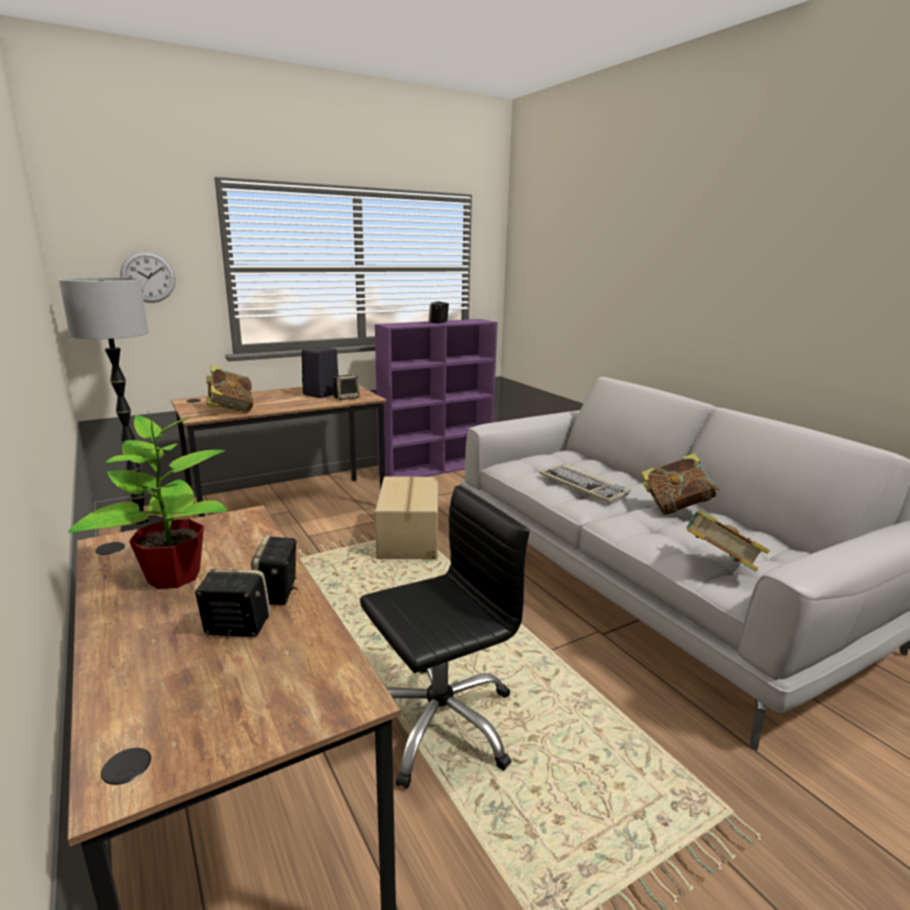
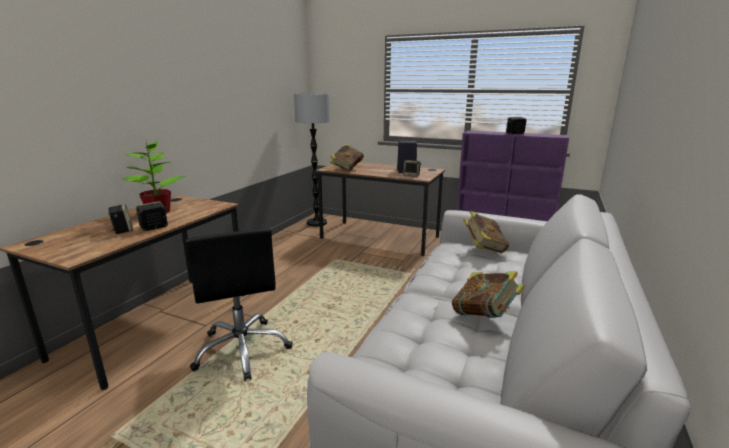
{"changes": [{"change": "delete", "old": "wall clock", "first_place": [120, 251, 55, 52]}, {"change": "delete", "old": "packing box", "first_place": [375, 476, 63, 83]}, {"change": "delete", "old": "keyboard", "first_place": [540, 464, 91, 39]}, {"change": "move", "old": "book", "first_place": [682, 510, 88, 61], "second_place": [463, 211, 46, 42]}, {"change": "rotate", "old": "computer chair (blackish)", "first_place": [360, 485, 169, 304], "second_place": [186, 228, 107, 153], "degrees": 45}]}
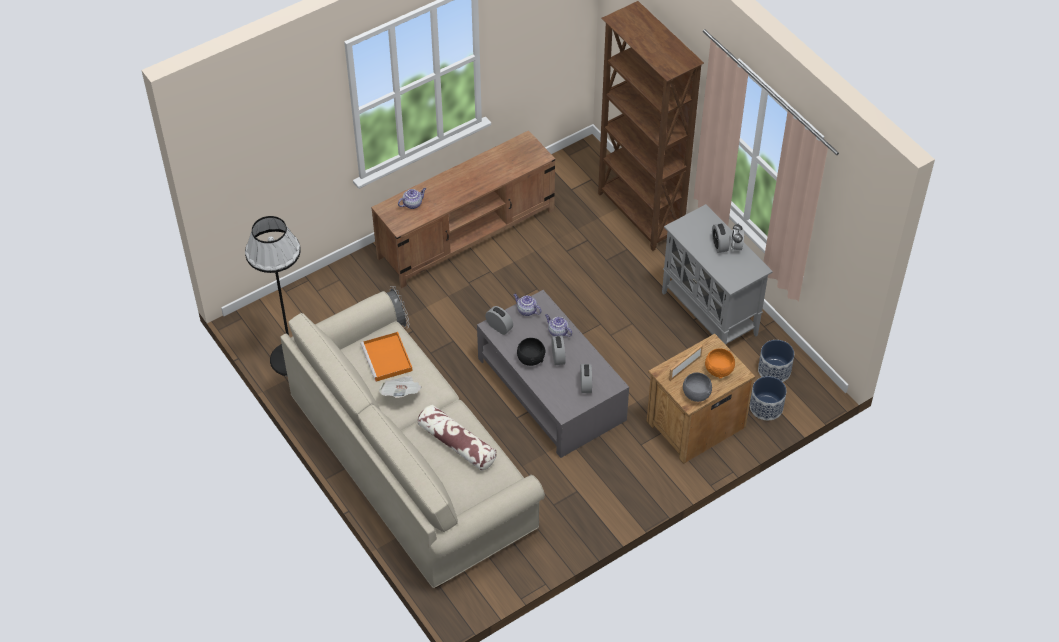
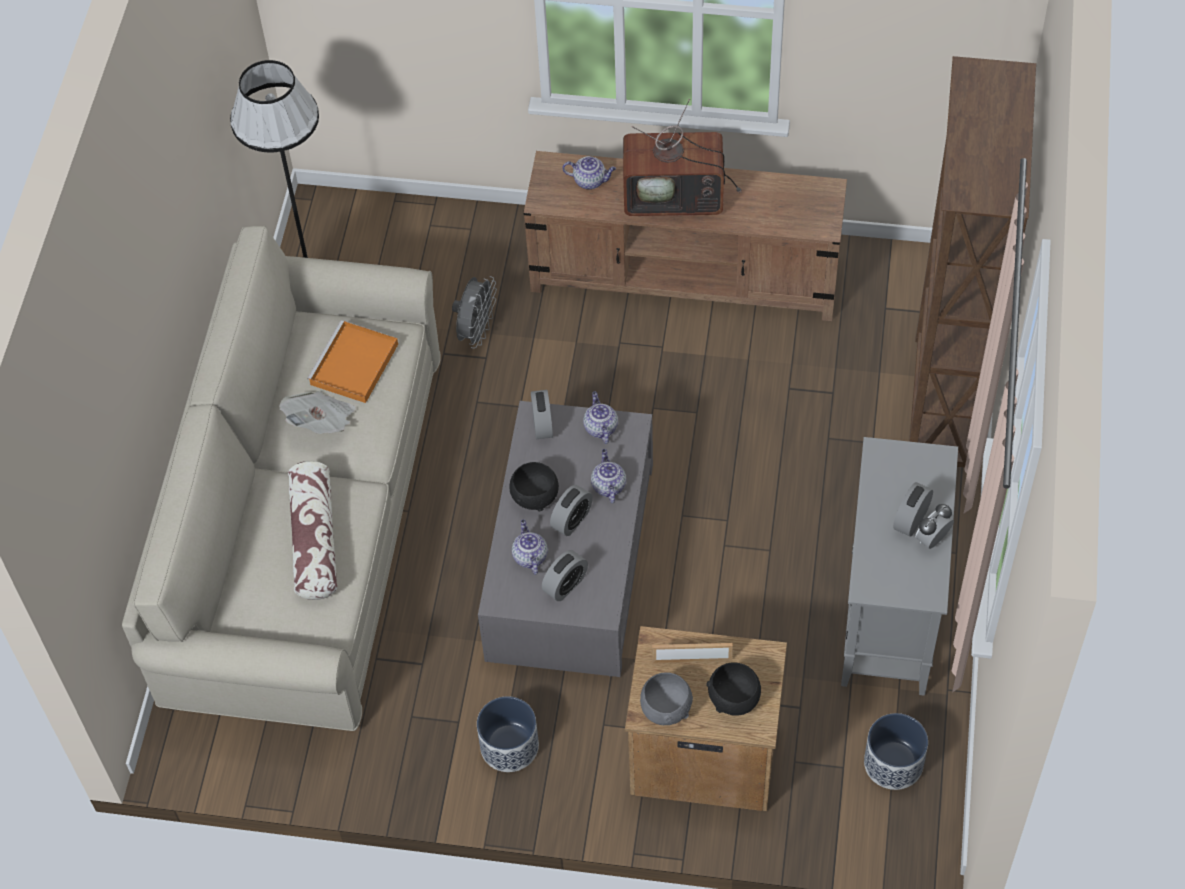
{"changes": [{"change": "insert", "new": "tea pot", "second_place": [512, 519, 36, 56]}, {"change": "insert", "new": "TV set", "second_place": [623, 99, 119, 117]}, {"change": "move", "old": "planter", "first_place": [750, 376, 37, 44], "second_place": [477, 696, 62, 76]}, {"change": "recolor", "old": "deep dish (orangey)", "new": "deep dish (blackish)", "first_place": [705, 348, 30, 31], "second_place": [706, 662, 55, 54]}]}
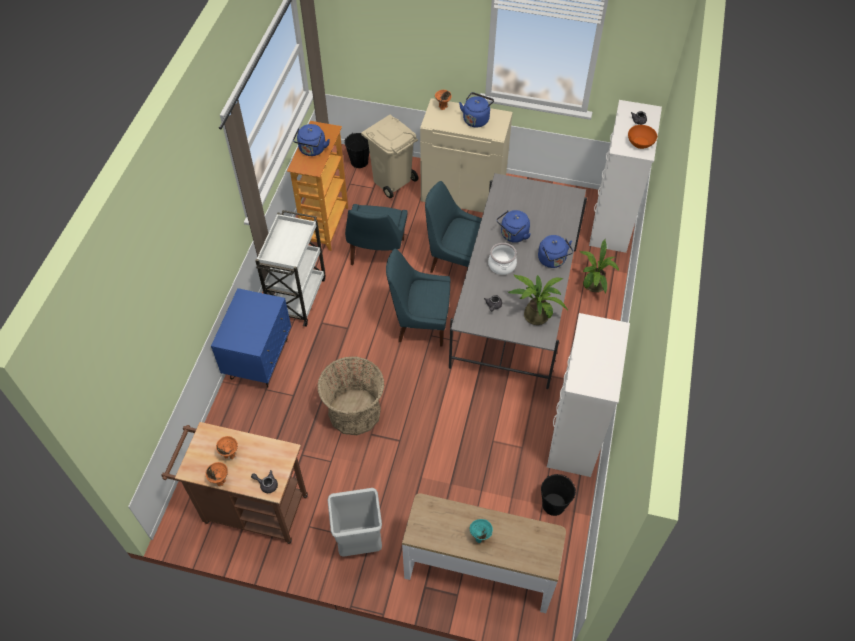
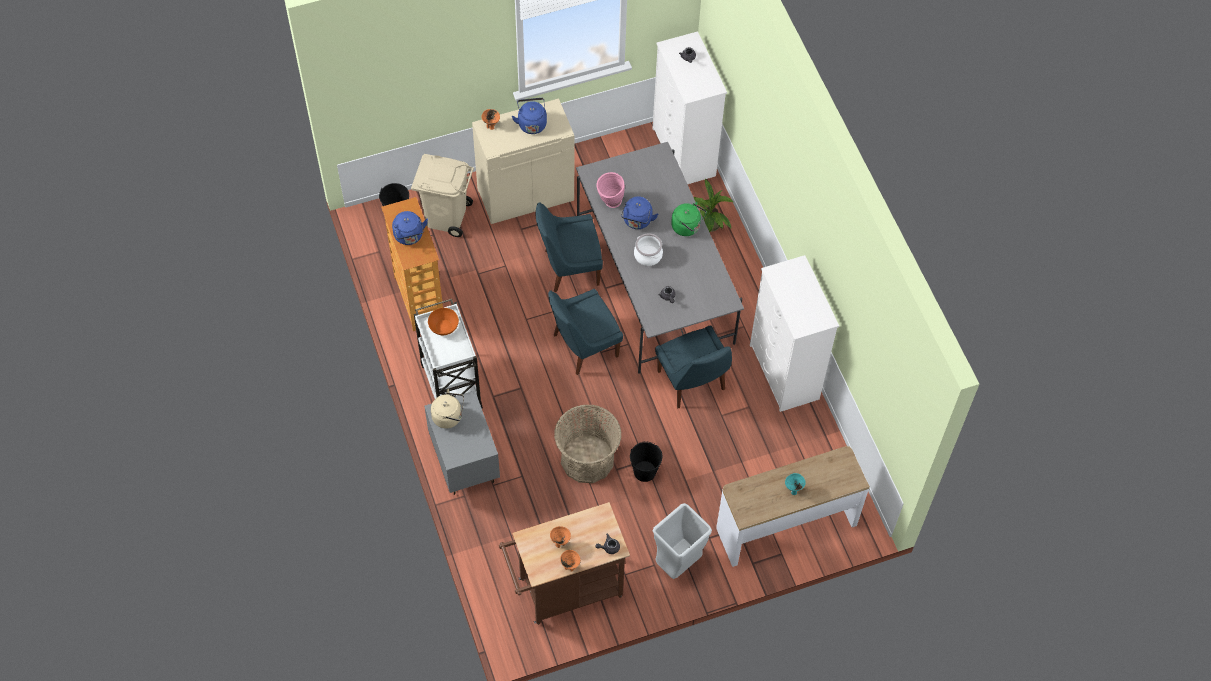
{"changes": [{"change": "delete", "old": "potted plant", "first_place": [508, 275, 60, 50]}, {"change": "insert", "new": "water kettle (beige-coloured)", "second_place": [431, 389, 33, 40]}, {"change": "insert", "new": "decorative vase (pink-coloured)", "second_place": [596, 172, 29, 36]}, {"change": "move", "old": "upright chair (bluish)", "first_place": [345, 204, 63, 62], "second_place": [655, 326, 77, 82]}, {"change": "move", "old": "water bucket (blackish)", "first_place": [541, 474, 35, 42], "second_place": [630, 442, 32, 40]}, {"change": "move", "old": "deep dish (orangey)", "first_place": [628, 125, 29, 24], "second_place": [428, 308, 31, 27]}, {"change": "recolor", "old": "nightstand (bluish)", "new": "nightstand (greyish)", "first_place": [211, 288, 80, 99], "second_place": [424, 391, 76, 104]}, {"change": "recolor", "old": "water kettle (bluish)", "new": "water kettle (green)", "first_place": [538, 235, 35, 33], "second_place": [671, 202, 36, 34]}]}
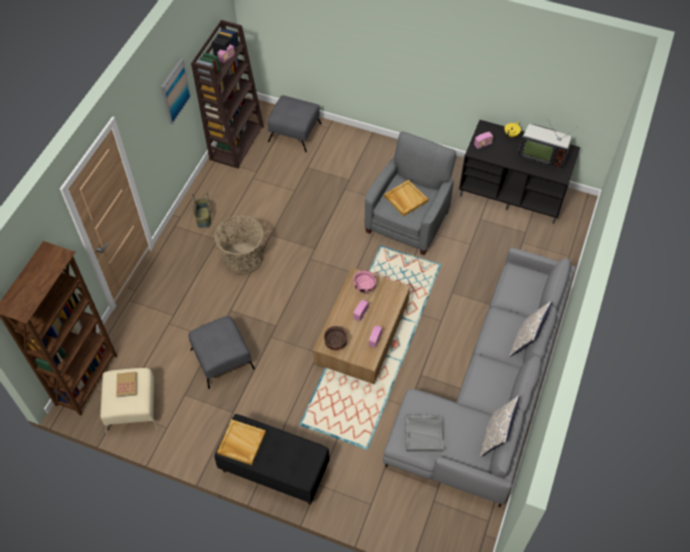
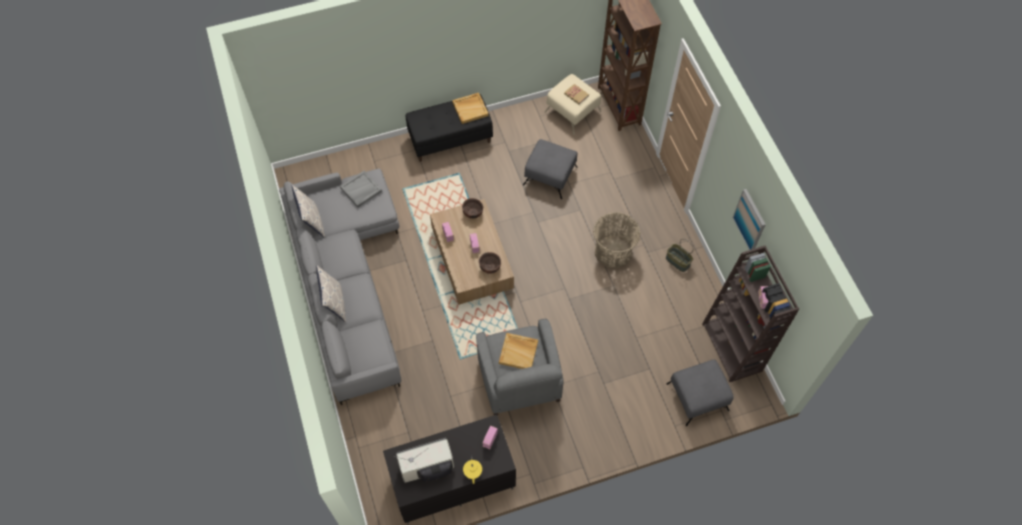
{"changes": [{"change": "recolor", "old": "deep dish (pink-coloured)", "new": "deep dish (brown-coloured)", "first_place": [353, 270, 23, 23], "second_place": [479, 252, 22, 22]}]}
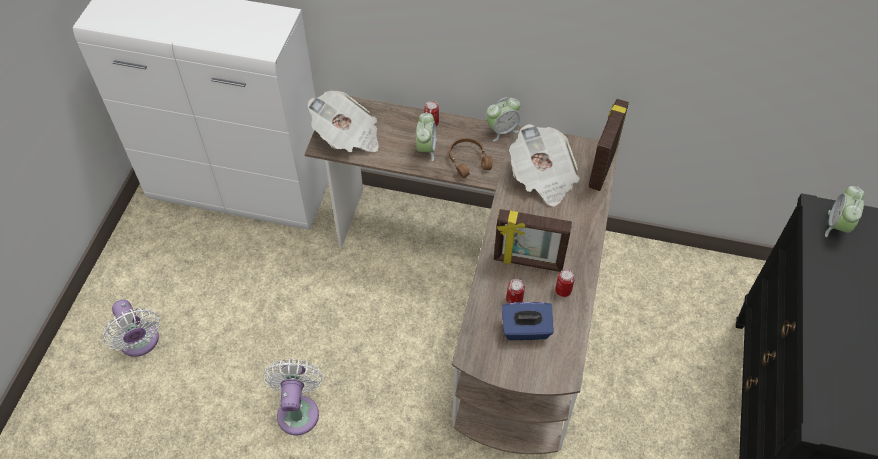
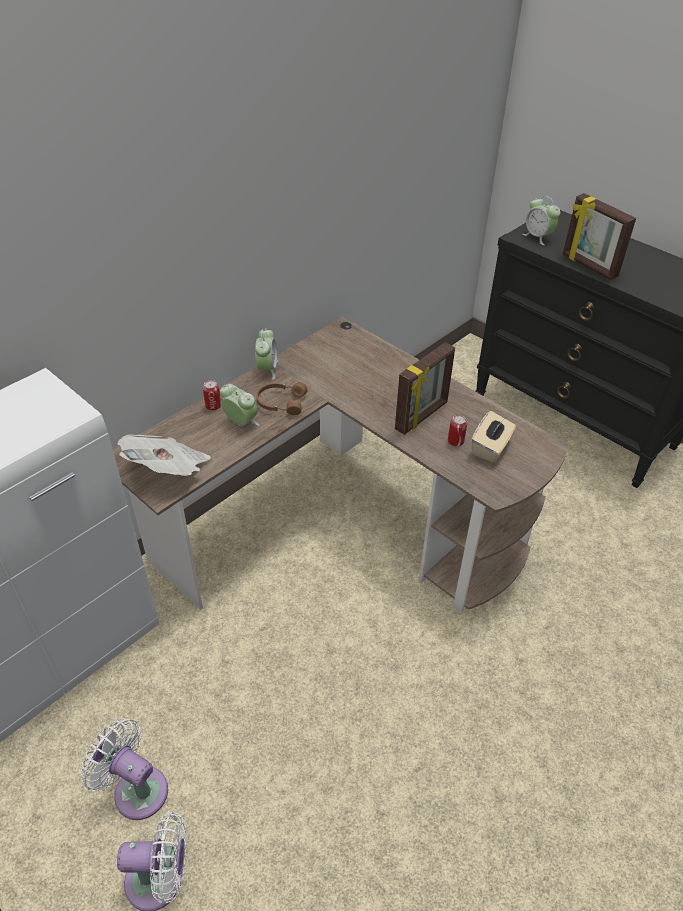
{"changes": [{"change": "delete", "old": "printed paper", "first_place": [509, 124, 71, 82]}, {"change": "delete", "old": "metal can", "first_place": [555, 269, 20, 28]}, {"change": "move", "old": "electric fan (white)", "first_place": [264, 359, 58, 76], "second_place": [81, 718, 87, 102]}, {"change": "move", "old": "standing frame", "first_place": [589, 99, 40, 92], "second_place": [563, 193, 73, 87]}, {"change": "recolor", "old": "tissue holder (bluish)", "new": "tissue holder (beige-coloured)", "first_place": [502, 302, 52, 38], "second_place": [471, 411, 45, 52]}]}
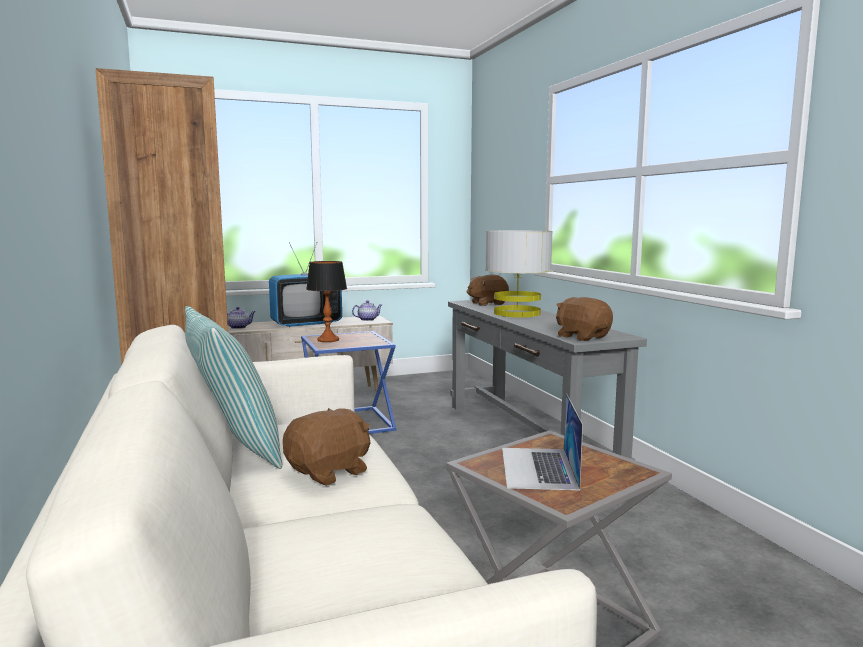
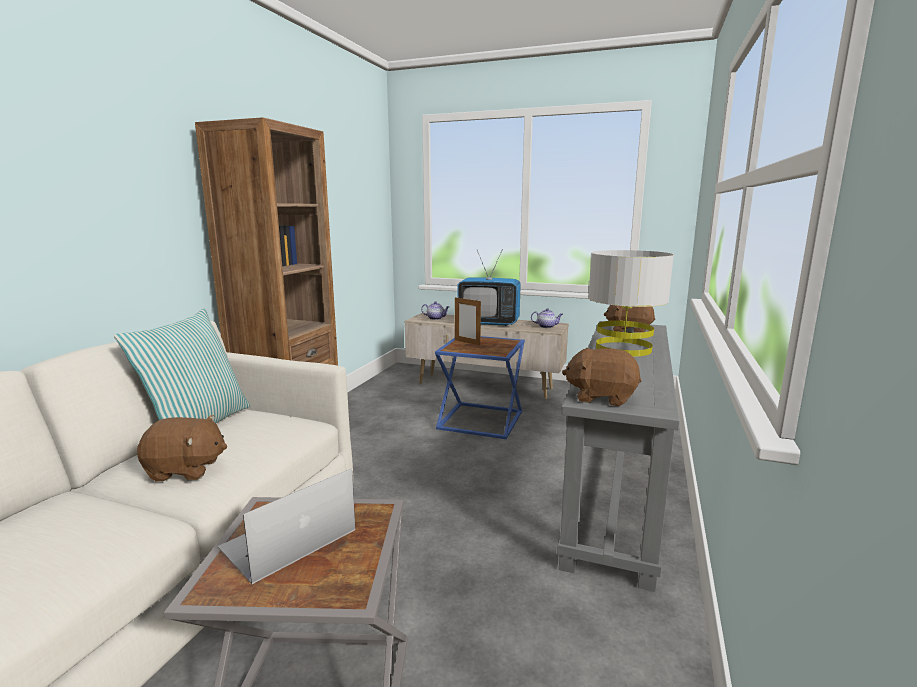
{"changes": [{"change": "replace", "old": "tabletop lamp", "new": "standing frame", "first_place": [306, 261, 41, 81], "second_place": [455, 296, 26, 50]}, {"change": "rotate", "old": "soft toy (brown-coloured)", "first_place": [556, 297, 57, 44], "second_place": [562, 348, 79, 58], "degrees": -75}]}
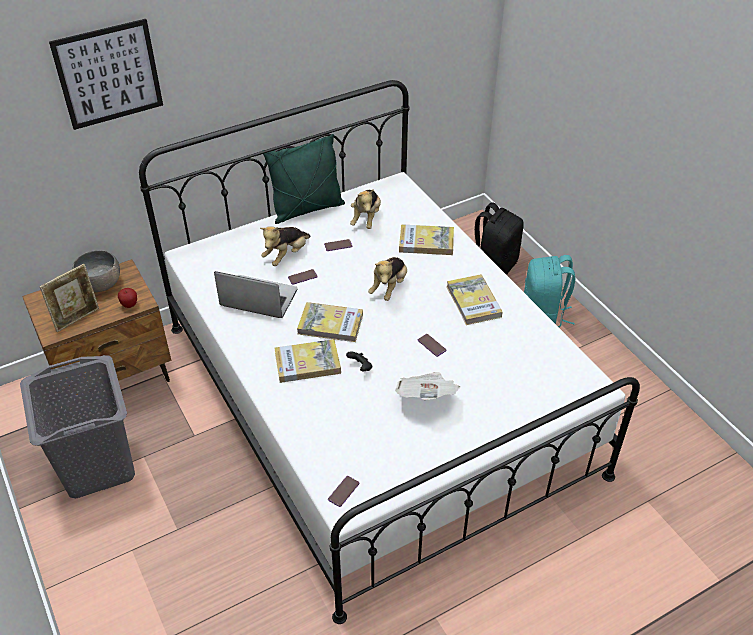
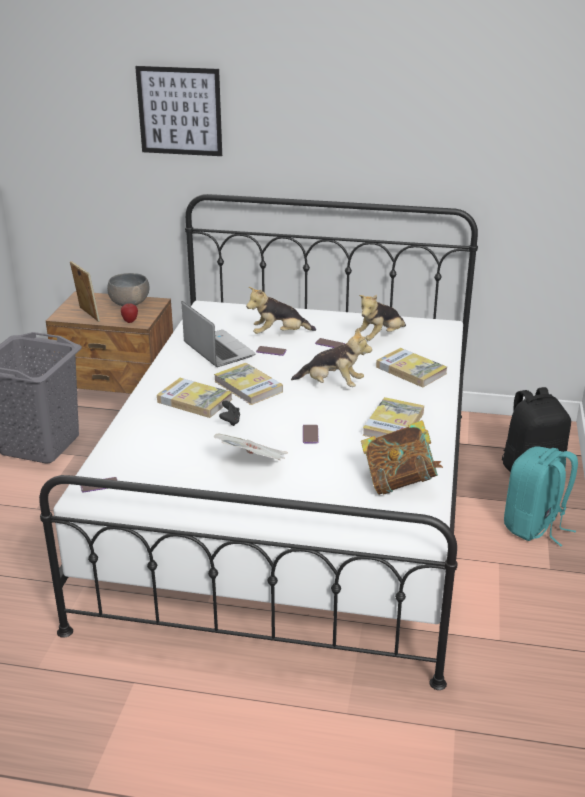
{"changes": [{"change": "delete", "old": "throw pillow (green)", "first_place": [263, 134, 82, 90]}, {"change": "insert", "new": "book", "second_place": [361, 420, 82, 75]}, {"change": "rotate", "old": "standing frame", "first_place": [40, 264, 59, 68], "second_place": [70, 261, 30, 61], "degrees": -120}, {"change": "rotate", "old": "soft toy", "first_place": [368, 257, 39, 44], "second_place": [291, 328, 81, 59], "degrees": -135}]}
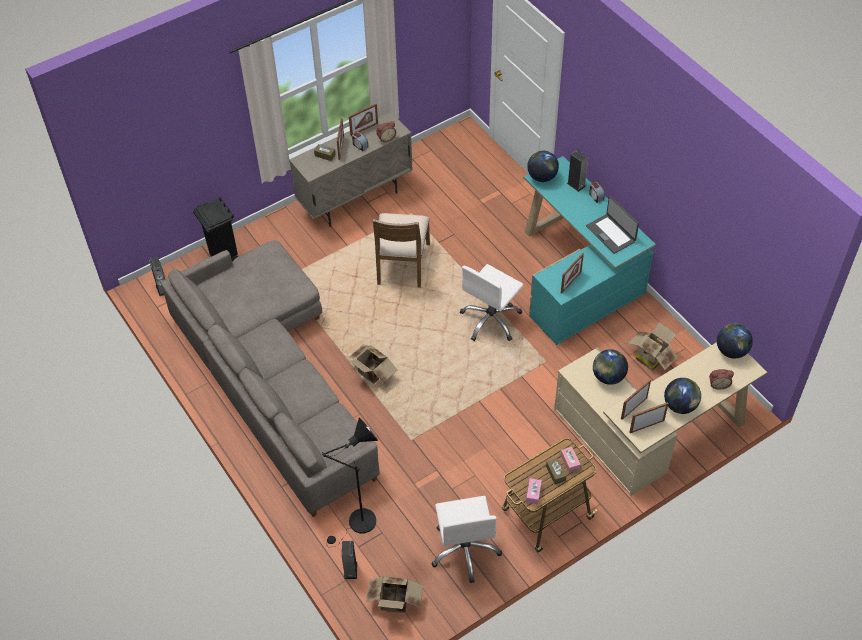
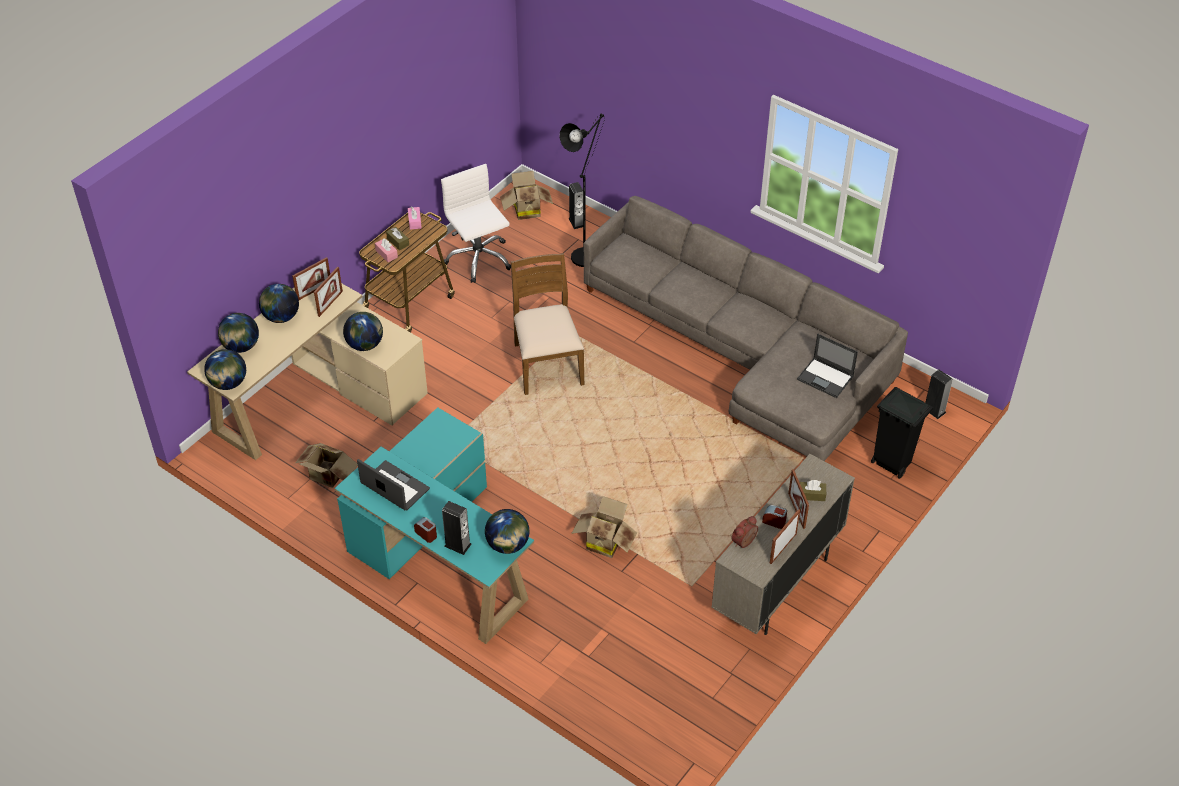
{"changes": [{"change": "delete", "old": "computer chair (white)", "first_place": [460, 264, 64, 77]}, {"change": "delete", "old": "standing frame", "first_place": [561, 253, 23, 40]}, {"change": "insert", "new": "portable computer", "second_place": [797, 333, 61, 65]}, {"change": "move", "old": "packing box", "first_place": [348, 345, 49, 39], "second_place": [571, 496, 66, 62]}, {"change": "move", "old": "upright chair (brown-coloured)", "first_place": [373, 213, 57, 75], "second_place": [511, 253, 73, 142]}, {"change": "replace", "old": "bedside clock", "new": "globe", "first_place": [709, 369, 25, 21], "second_place": [218, 313, 41, 40]}]}
